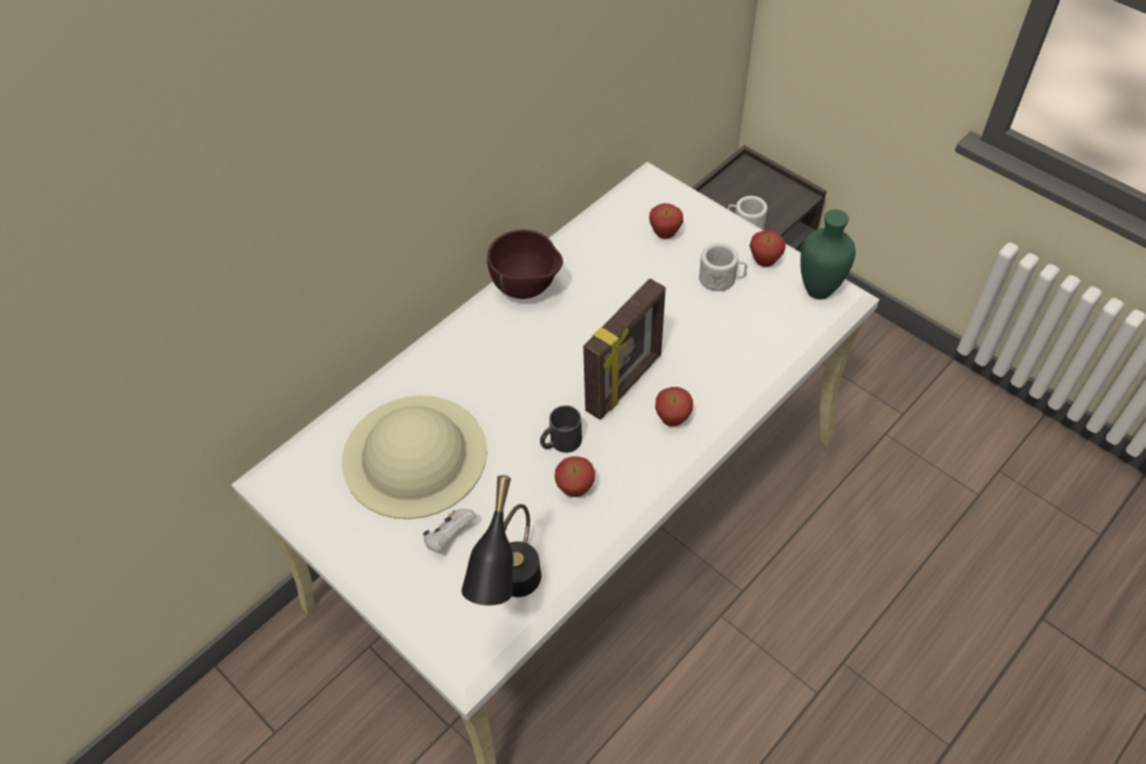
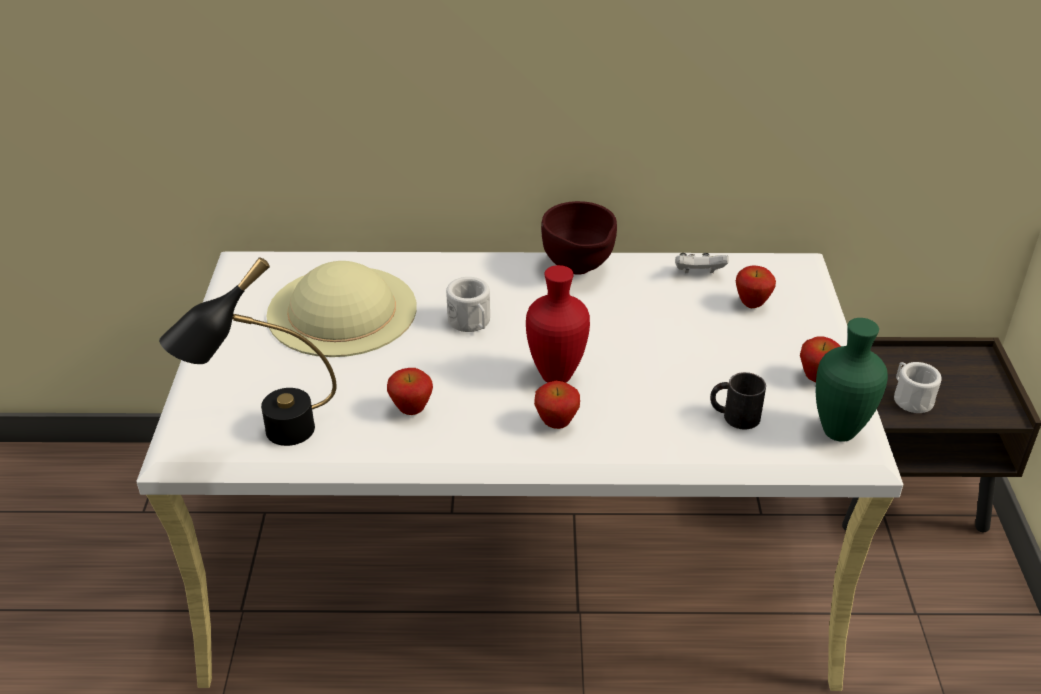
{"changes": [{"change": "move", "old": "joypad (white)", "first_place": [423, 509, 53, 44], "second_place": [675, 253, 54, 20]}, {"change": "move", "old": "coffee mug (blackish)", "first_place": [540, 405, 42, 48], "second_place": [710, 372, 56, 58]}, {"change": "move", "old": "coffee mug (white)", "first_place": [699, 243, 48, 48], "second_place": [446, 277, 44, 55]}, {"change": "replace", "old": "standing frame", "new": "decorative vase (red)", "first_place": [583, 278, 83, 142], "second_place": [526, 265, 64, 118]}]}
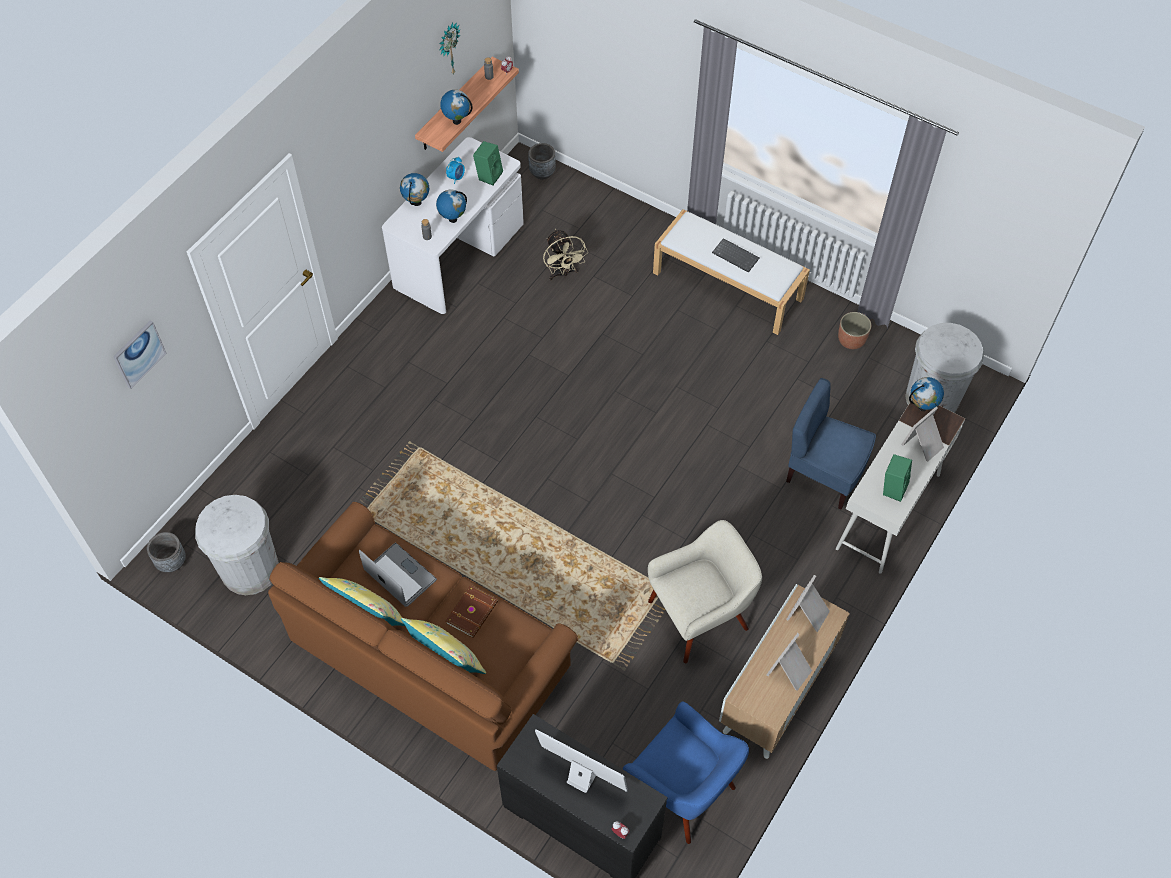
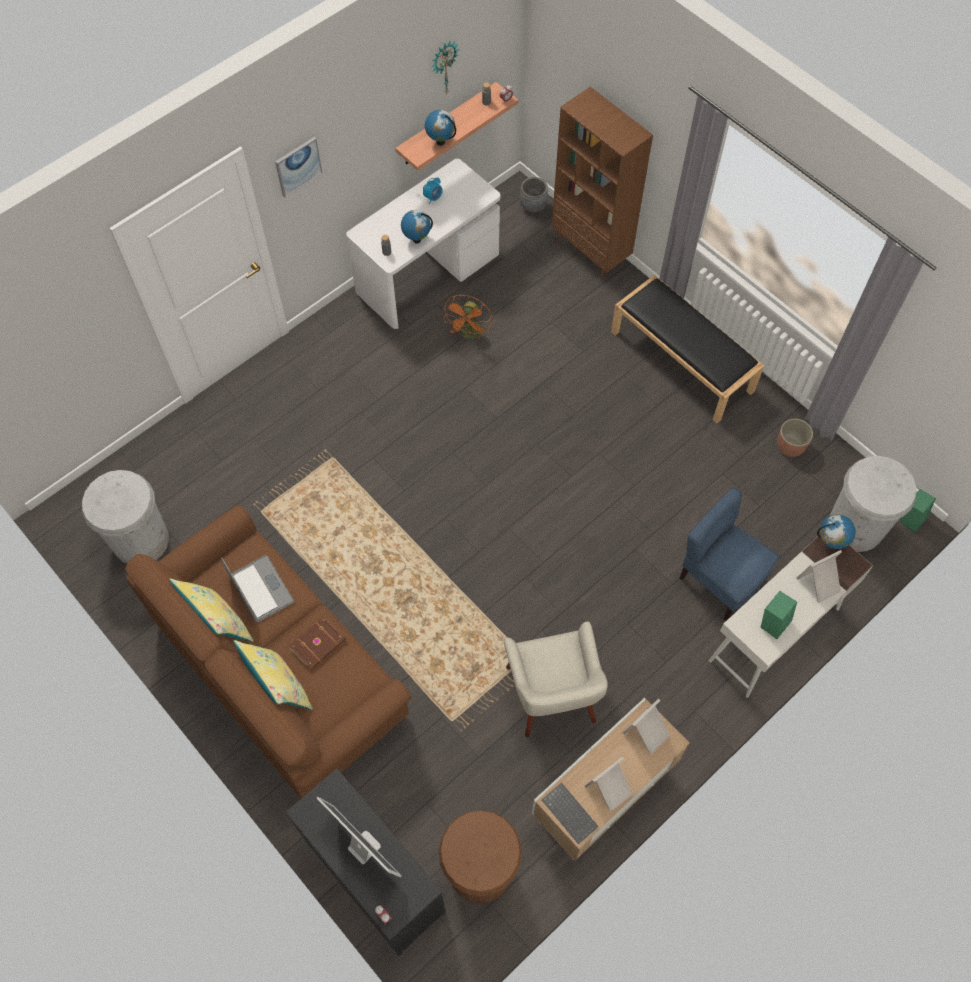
{"changes": [{"change": "delete", "old": "planter (greyish)", "first_place": [147, 532, 39, 41]}, {"change": "delete", "old": "globe", "first_place": [400, 173, 29, 33]}, {"change": "delete", "old": "electric fan (beige-coloured)", "first_place": [543, 229, 45, 51]}, {"change": "insert", "new": "electric fan (orangey)", "second_place": [443, 295, 50, 44]}, {"change": "insert", "new": "shelving unit (brown-coloured)", "second_place": [552, 87, 101, 193]}, {"change": "move", "old": "wall art", "first_place": [113, 320, 53, 69], "second_place": [275, 137, 47, 60]}, {"change": "move", "old": "audio speaker (green)", "first_place": [473, 141, 30, 44], "second_place": [900, 489, 36, 43]}, {"change": "move", "old": "keyboard", "first_place": [712, 238, 48, 35], "second_place": [542, 783, 57, 61]}, {"change": "replace", "old": "lounge chair (bluish)", "new": "rubbish bin (brown-coloured)", "first_place": [623, 701, 126, 143], "second_place": [439, 810, 83, 94]}, {"change": "recolor", "old": "indoor bench (white)", "new": "indoor bench (blackish)", "first_place": [653, 209, 157, 126], "second_place": [611, 275, 153, 148]}, {"change": "rotate", "old": "lounge chair (beige-coloured)", "first_place": [648, 520, 114, 143], "second_place": [504, 621, 104, 116], "degrees": 90}]}
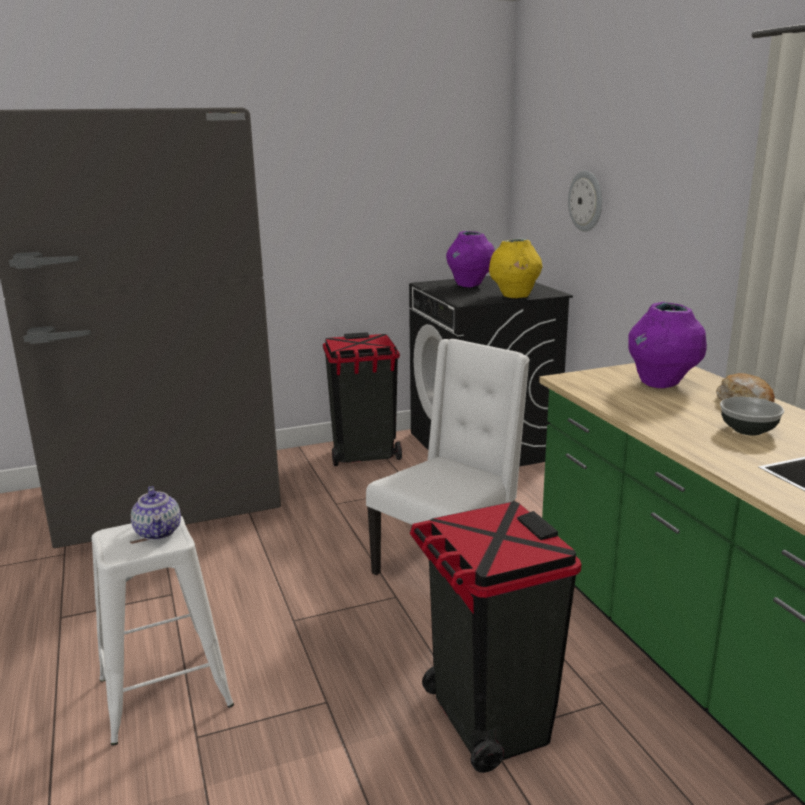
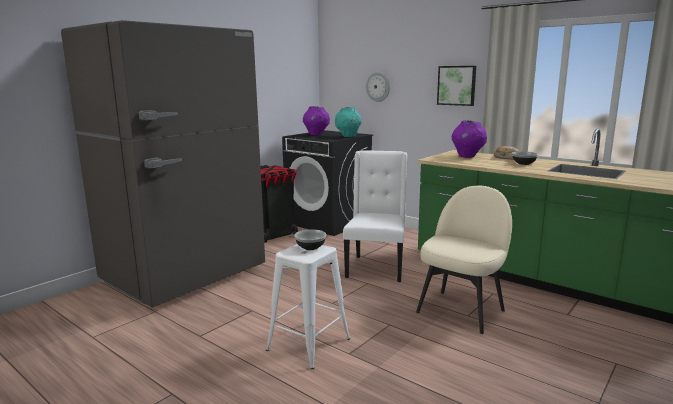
{"changes": [{"change": "insert", "new": "wall art", "second_place": [437, 66, 39, 40]}, {"change": "replace", "old": "tea pot", "new": "deep dish", "first_place": [131, 486, 50, 54], "second_place": [294, 230, 32, 20]}, {"change": "replace", "old": "rubbish bin (blackish)", "new": "upright chair (beige-coloured)", "first_place": [410, 502, 171, 271], "second_place": [416, 186, 96, 148]}, {"change": "recolor", "old": "decorative vase (yellow)", "new": "decorative vase (blue-green)", "first_place": [489, 239, 54, 59], "second_place": [335, 107, 27, 30]}]}
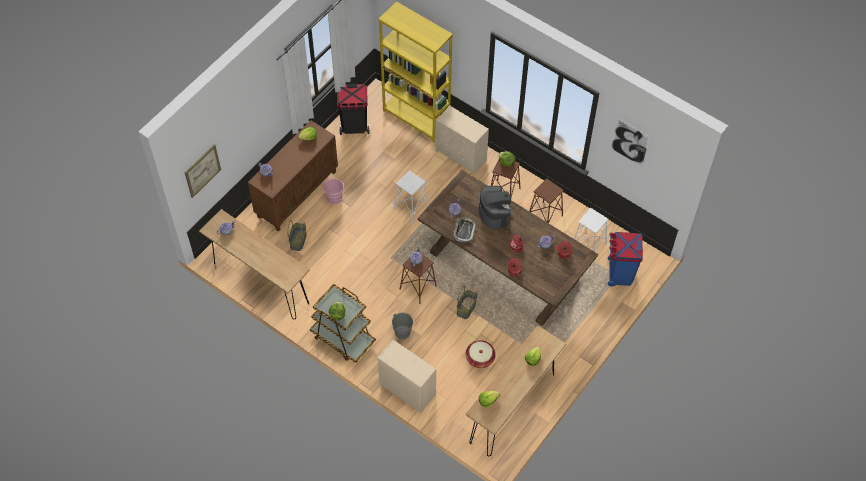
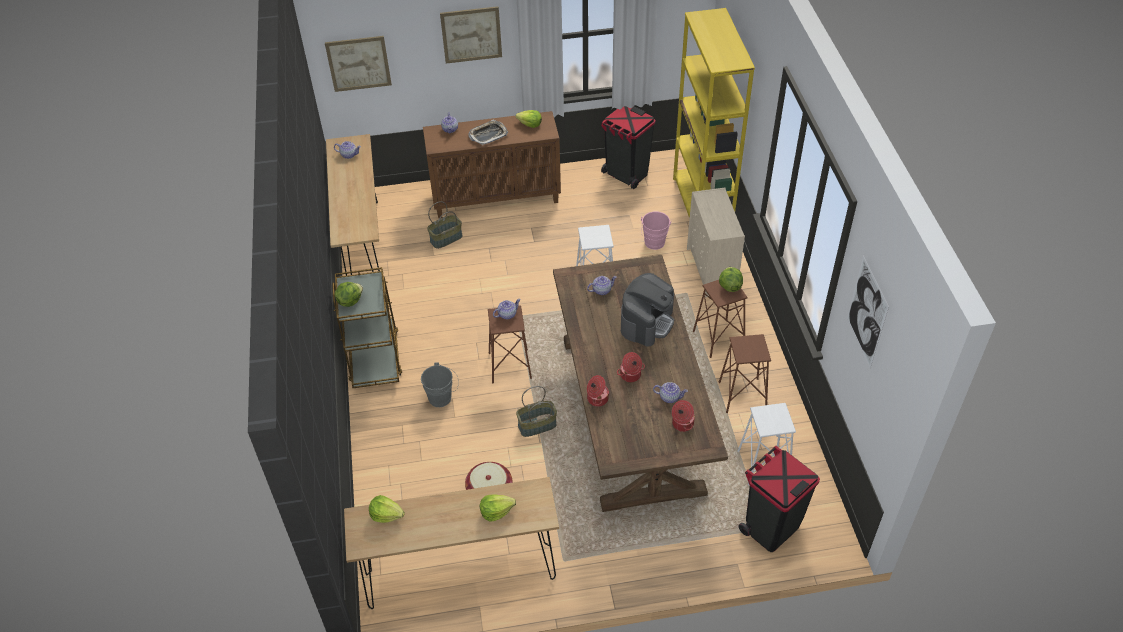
{"changes": [{"change": "delete", "old": "chest of drawers (beige-coloured)", "first_place": [377, 339, 59, 74]}, {"change": "insert", "new": "wall art", "second_place": [440, 6, 62, 58]}, {"change": "move", "old": "water bucket (pink-coloured)", "first_place": [323, 179, 23, 26], "second_place": [641, 212, 30, 38]}, {"change": "move", "old": "carrying tray", "first_place": [453, 217, 23, 25], "second_place": [468, 120, 40, 25]}, {"change": "recolor", "old": "rubbish bin (bluish)", "new": "rubbish bin (blackish)", "first_place": [608, 232, 35, 54], "second_place": [739, 446, 81, 106]}]}
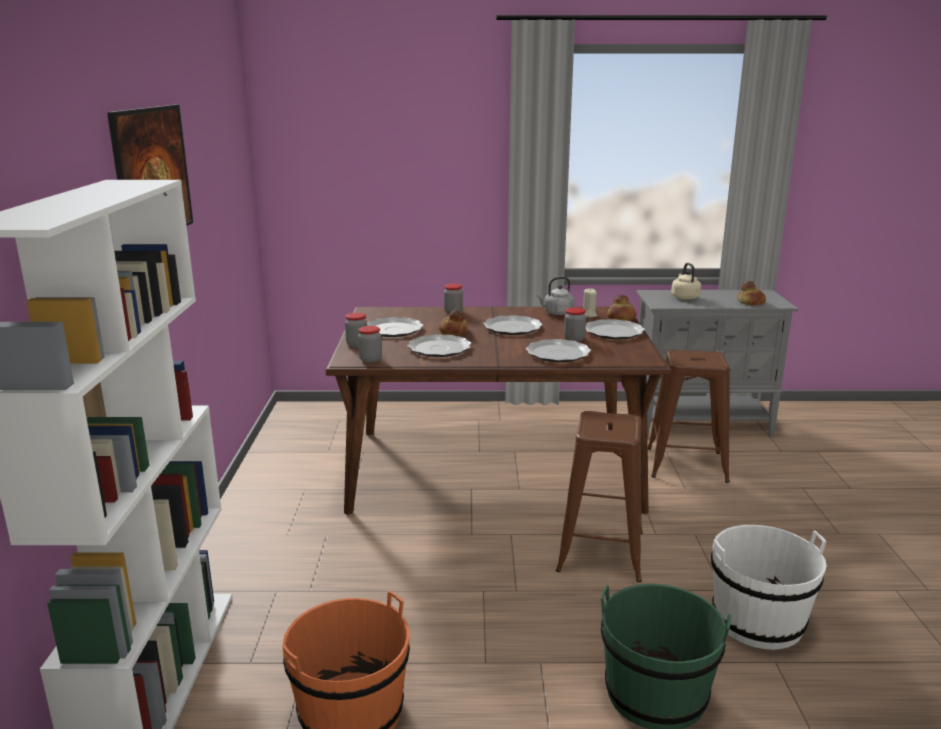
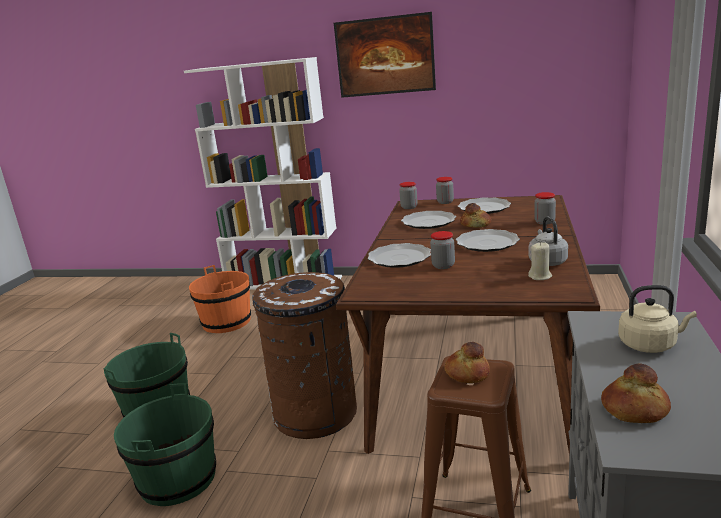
{"changes": [{"change": "delete", "old": "dinner plate", "first_place": [586, 319, 59, 20]}, {"change": "move", "old": "bakery bread", "first_place": [607, 295, 29, 26], "second_place": [445, 342, 45, 41]}, {"change": "replace", "old": "stool seat (brown-coloured)", "new": "rubbish bin (brown-coloured)", "first_place": [556, 411, 87, 171], "second_place": [252, 272, 105, 167]}, {"change": "recolor", "old": "water bucket (white)", "new": "water bucket (green)", "first_place": [711, 525, 116, 125], "second_place": [114, 384, 102, 122]}]}
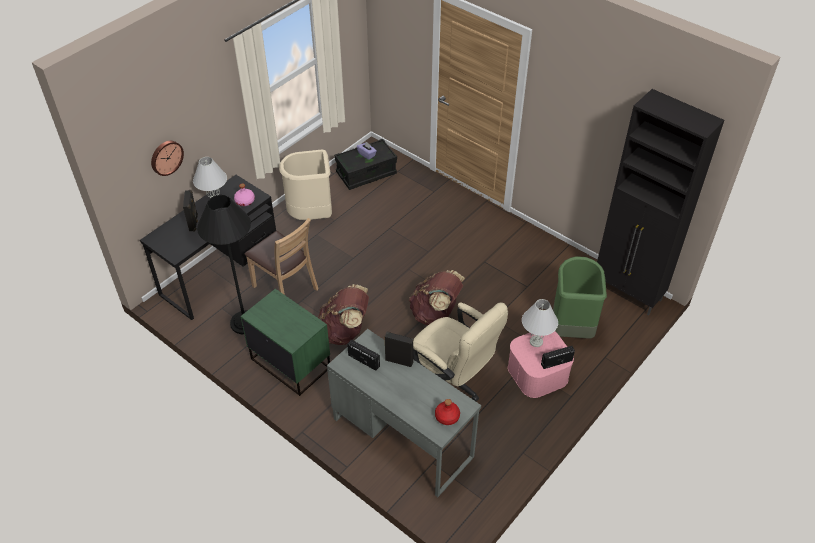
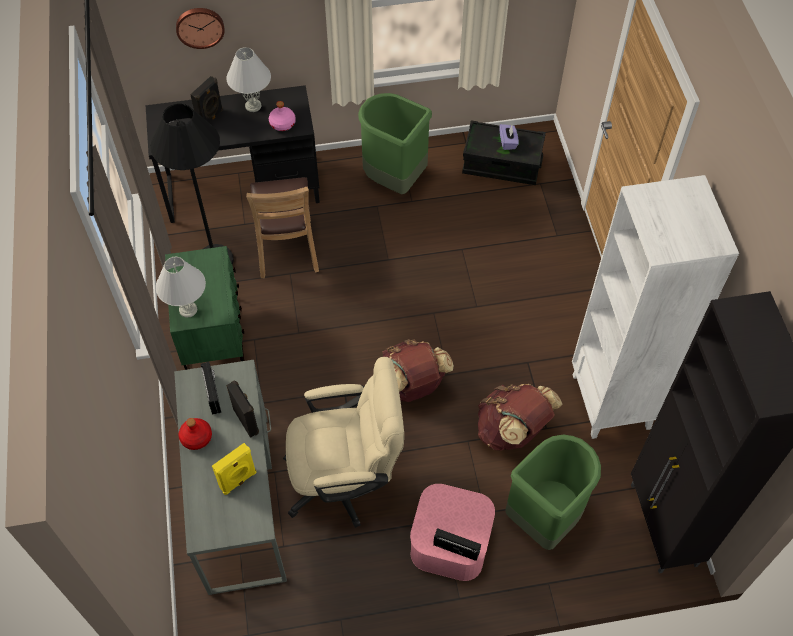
{"changes": [{"change": "insert", "new": "audio speaker (yellow)", "second_place": [212, 443, 44, 52]}, {"change": "insert", "new": "shelving unit (white)", "second_place": [572, 175, 167, 264]}, {"change": "move", "old": "backpack (brown-coloured)", "first_place": [318, 284, 51, 61], "second_place": [478, 384, 85, 67]}, {"change": "move", "old": "bottle (red)", "first_place": [435, 399, 25, 26], "second_place": [179, 418, 33, 32]}, {"change": "move", "old": "tabletop lamp (white)", "first_place": [522, 299, 36, 48], "second_place": [156, 257, 50, 61]}, {"change": "recolor", "old": "rubbish bin (beige-coloured)", "new": "rubbish bin (green)", "first_place": [279, 150, 53, 70], "second_place": [358, 93, 74, 102]}, {"change": "rotate", "old": "computer chair (beige-coloured)", "first_place": [413, 302, 95, 99], "second_place": [283, 357, 121, 171], "degrees": -90}]}
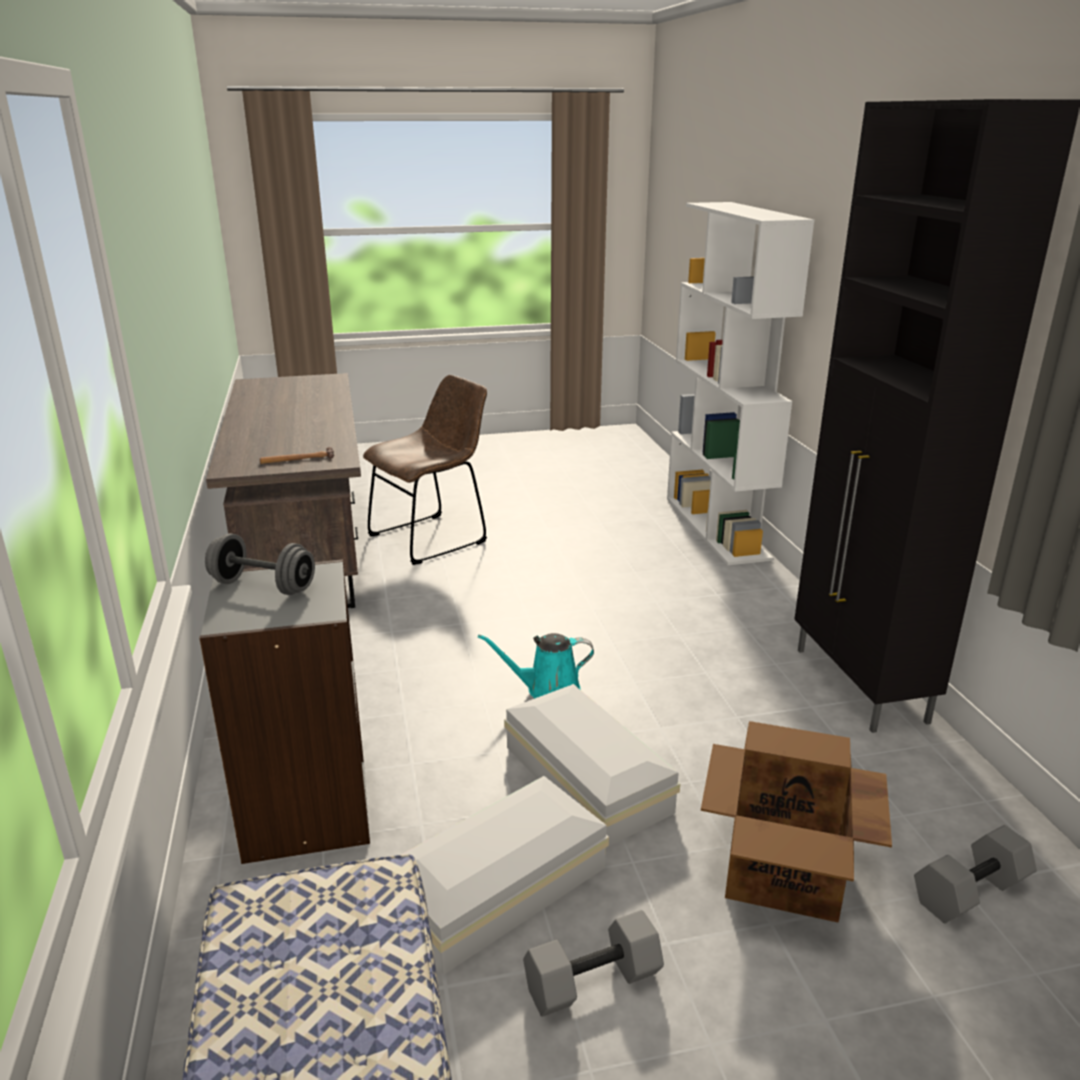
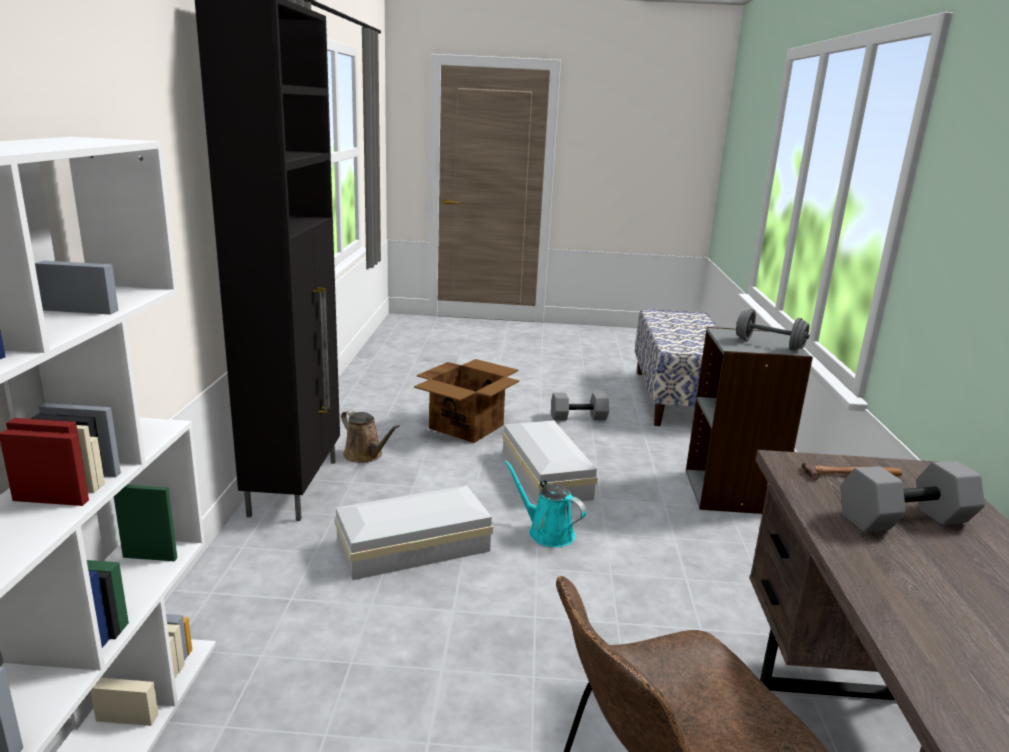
{"changes": [{"change": "insert", "new": "watering pot (brown-coloured)", "second_place": [341, 410, 59, 53]}, {"change": "move", "old": "storage bin (white)", "first_place": [401, 776, 208, 199], "second_place": [334, 485, 159, 95]}, {"change": "move", "old": "hand weight (greyish)", "first_place": [914, 825, 123, 98], "second_place": [840, 461, 145, 71]}, {"change": "rotate", "old": "watering pot (blue-green)", "first_place": [478, 633, 116, 65], "second_place": [504, 460, 82, 87], "degrees": -150}]}
